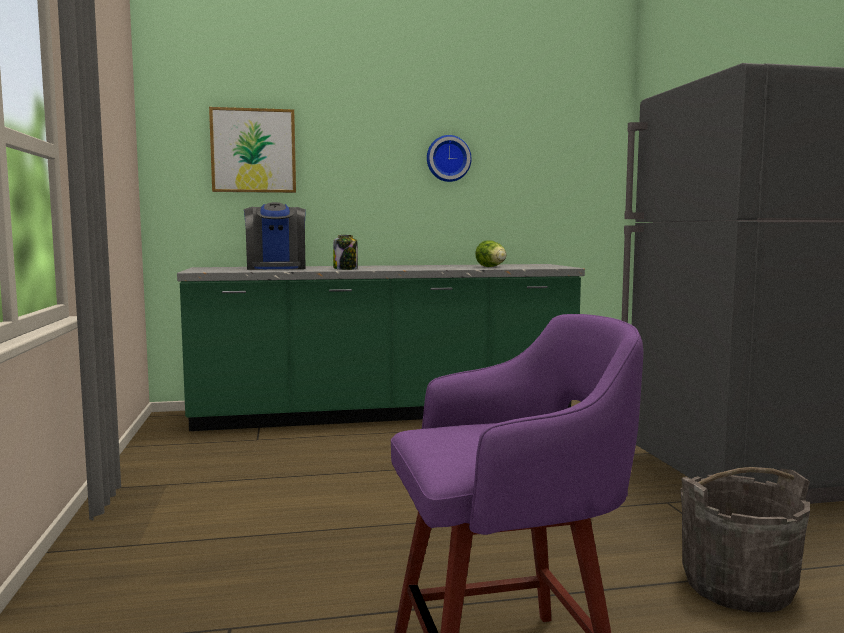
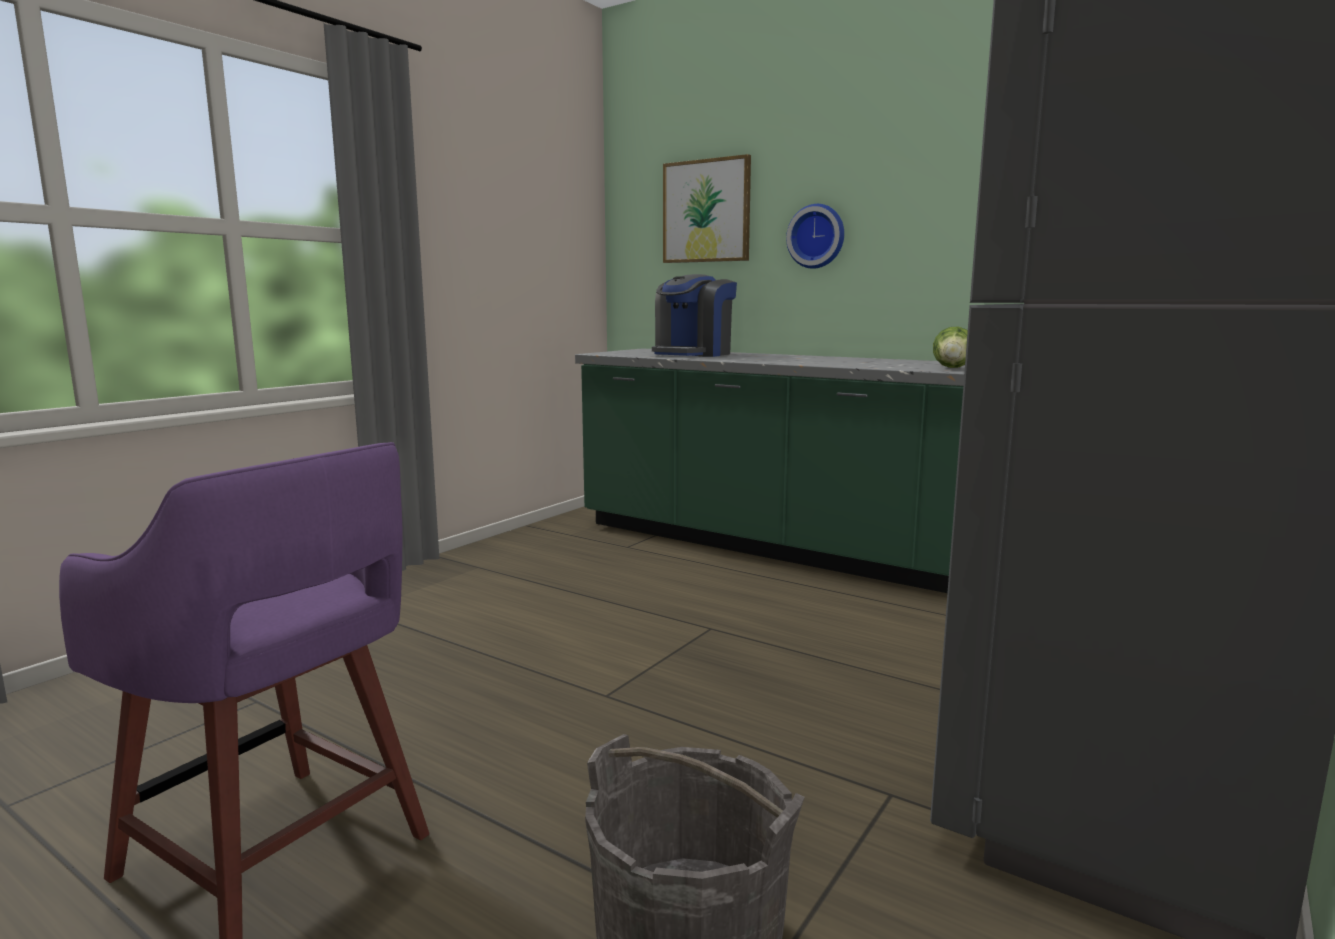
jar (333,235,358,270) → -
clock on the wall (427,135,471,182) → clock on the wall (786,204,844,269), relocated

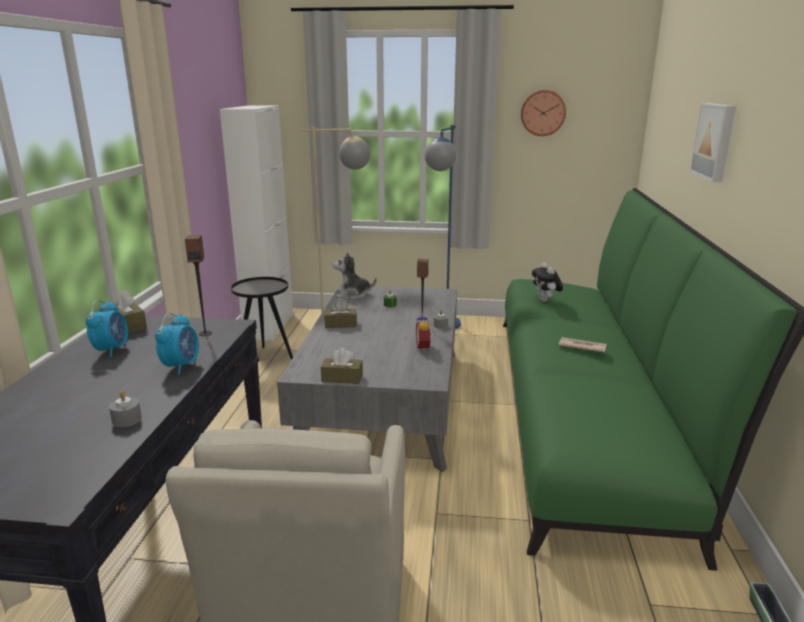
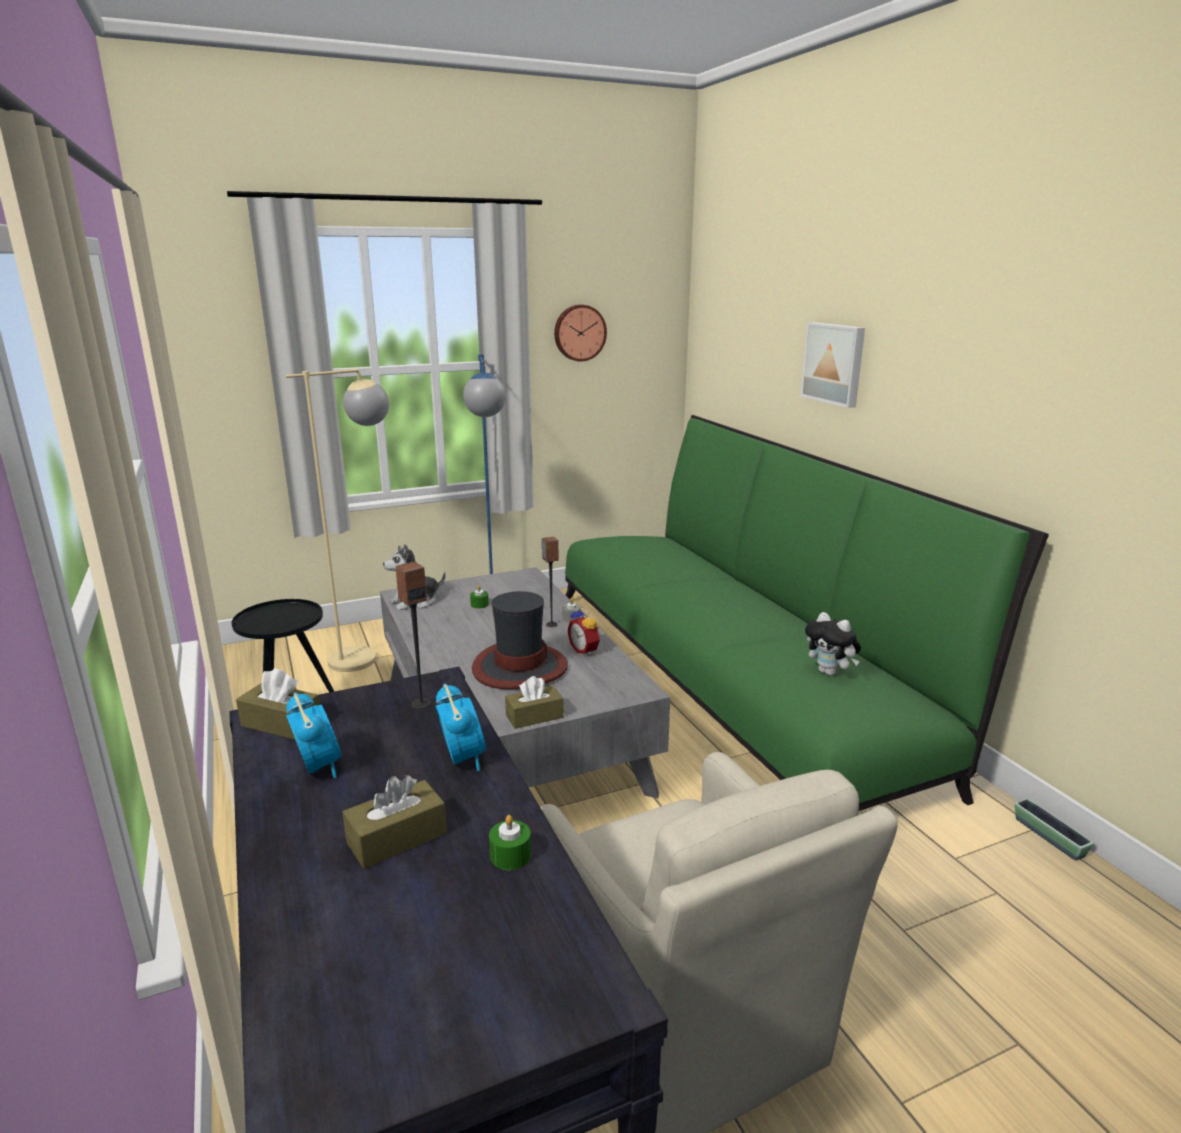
grey wax light (109,391,142,427) → greenish wax light (489,815,531,870)
white cabinet (220,105,293,340) → -
brownish box of tissues (324,300,357,328) → brownish box of tissues (343,775,447,869), relocated
soft toy (532,262,563,302) → soft toy (805,612,861,676), relocated
daily paper (559,337,607,353) → -
- → clothing hat (472,591,568,689)

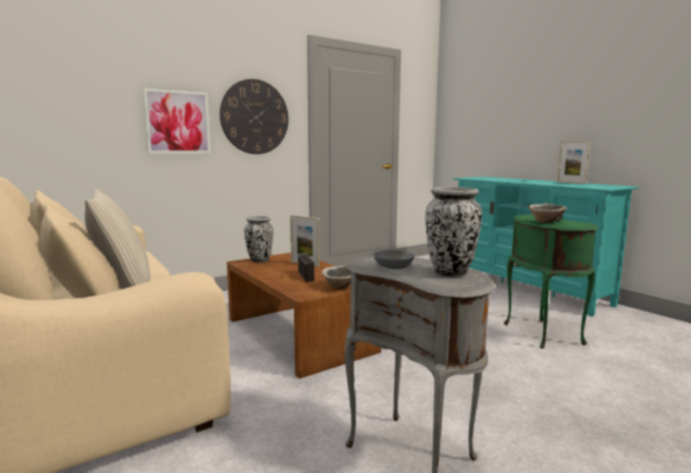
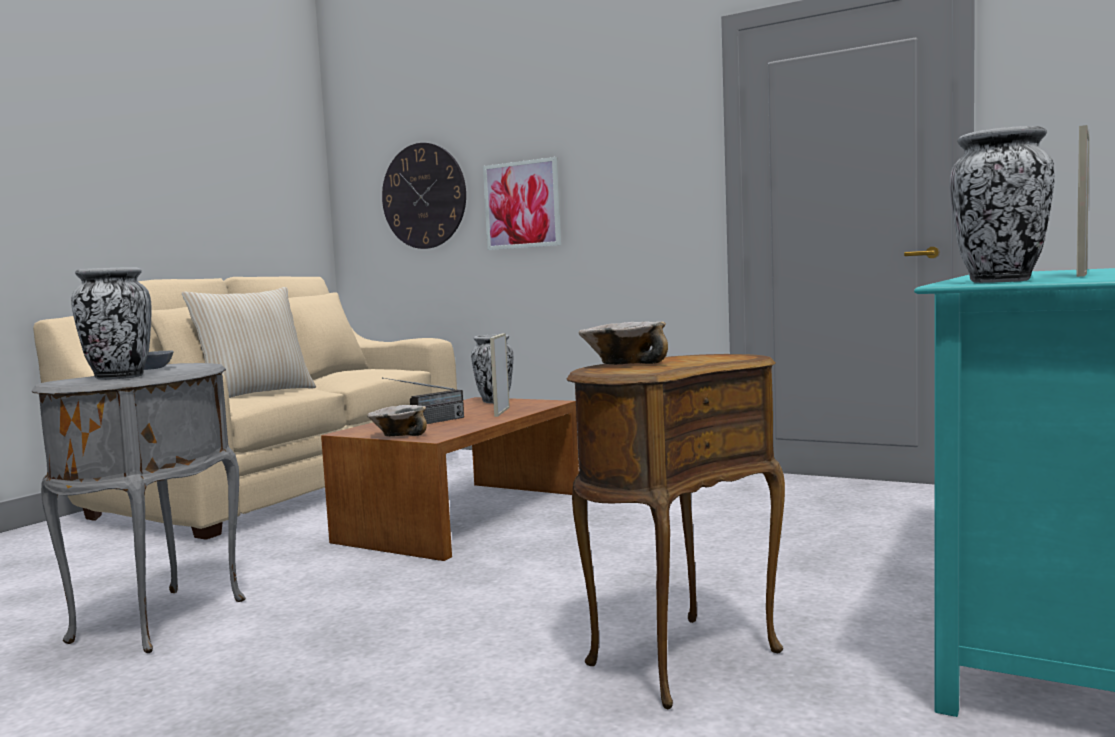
clock on the wall (220,79,289,154) → clock on the wall (382,143,466,249), relocated
greenish side table (504,214,598,349) → brownish side table (567,354,785,709)
- → decorative vase (949,126,1055,283)

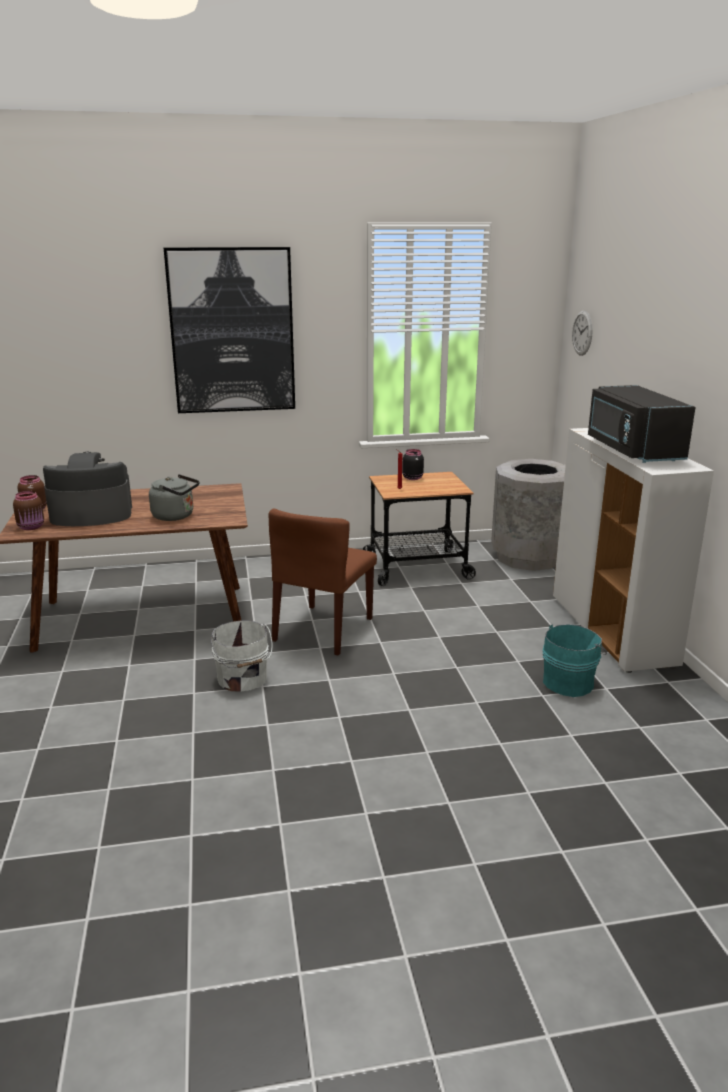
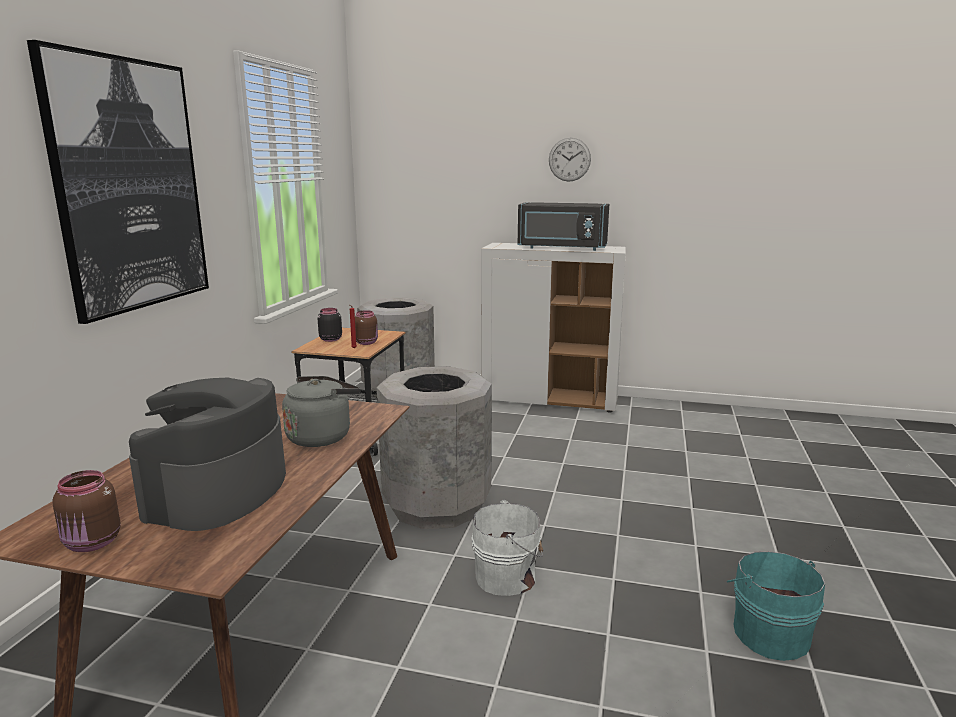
brownish jar (13,491,44,530) → brownish jar (355,310,378,345), relocated
brownish plain chair (269,509,377,656) → grey waste bin (377,366,492,529)
turquoise-coloured bucket (543,624,607,697) → turquoise-coloured bucket (727,551,825,661), relocated
clock on the wall (572,311,593,356) → clock on the wall (549,138,591,182), relocated

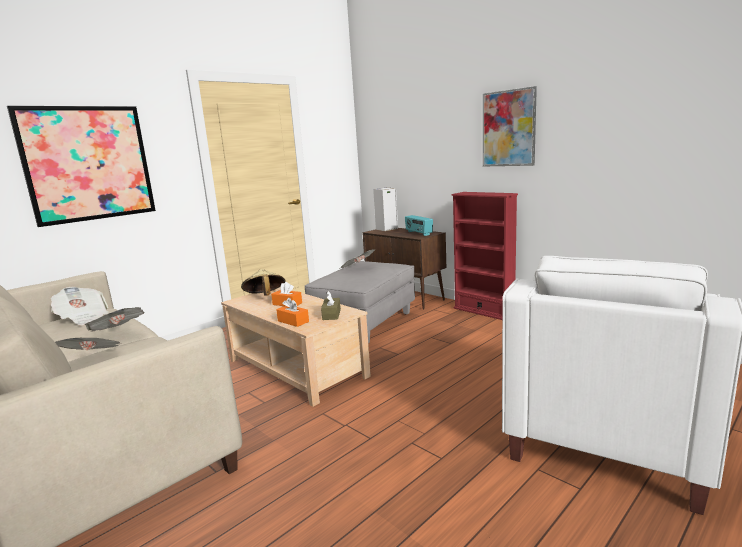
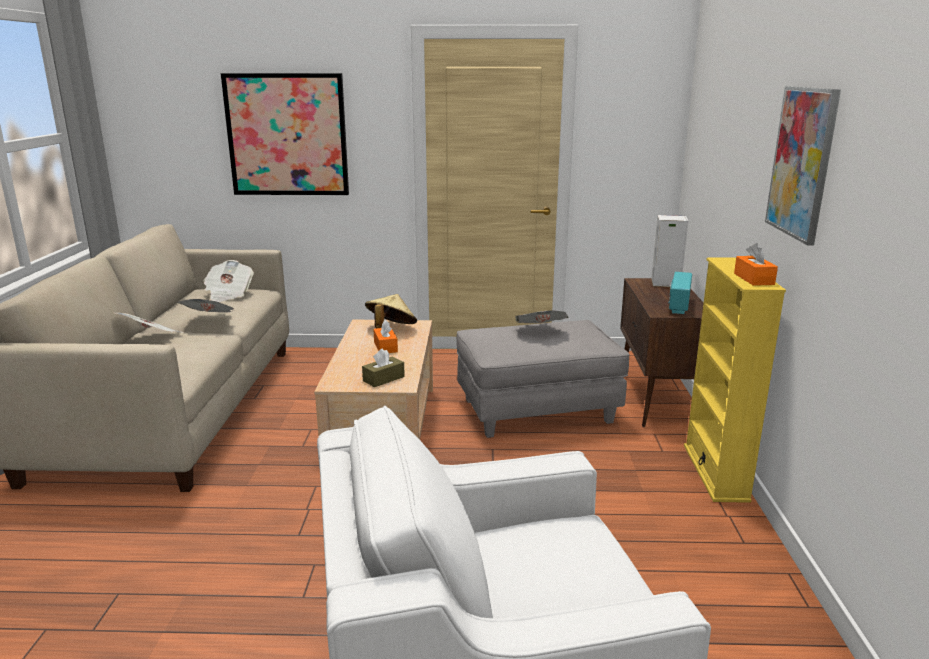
orange-coloured box of tissues (276,298,309,327) → orange-coloured box of tissues (734,243,778,286), relocated
reddish bookcase (451,192,518,320) → yellow-coloured bookcase (684,257,786,503)

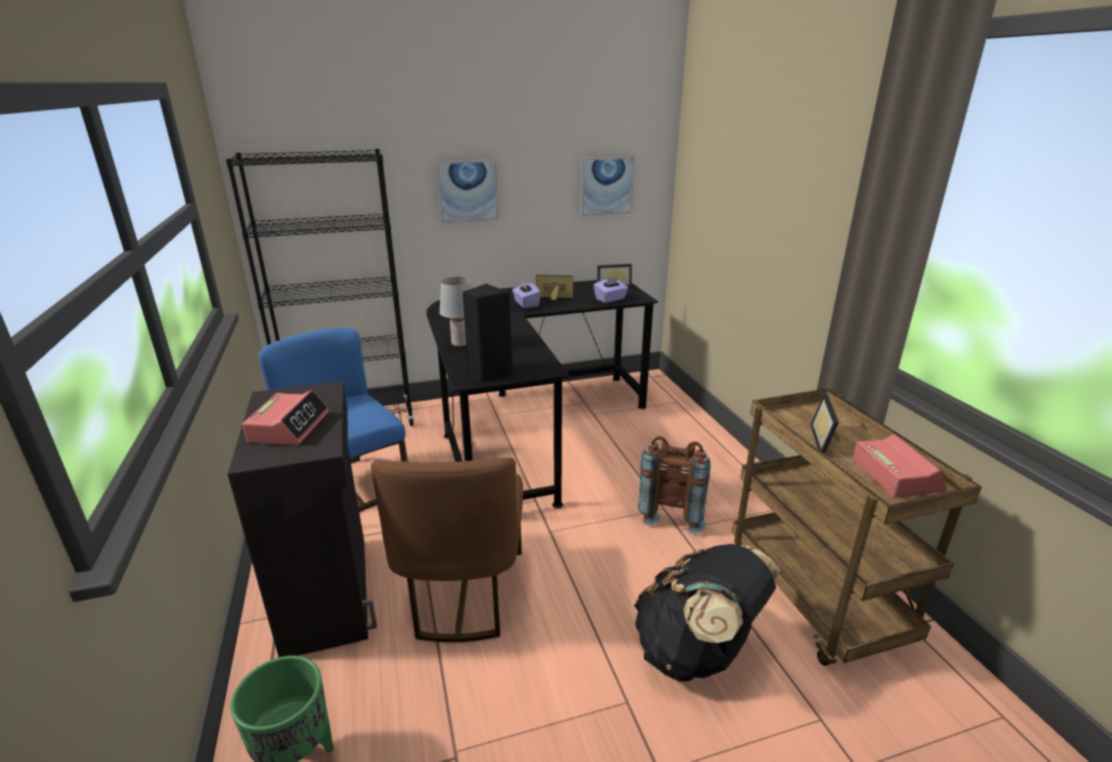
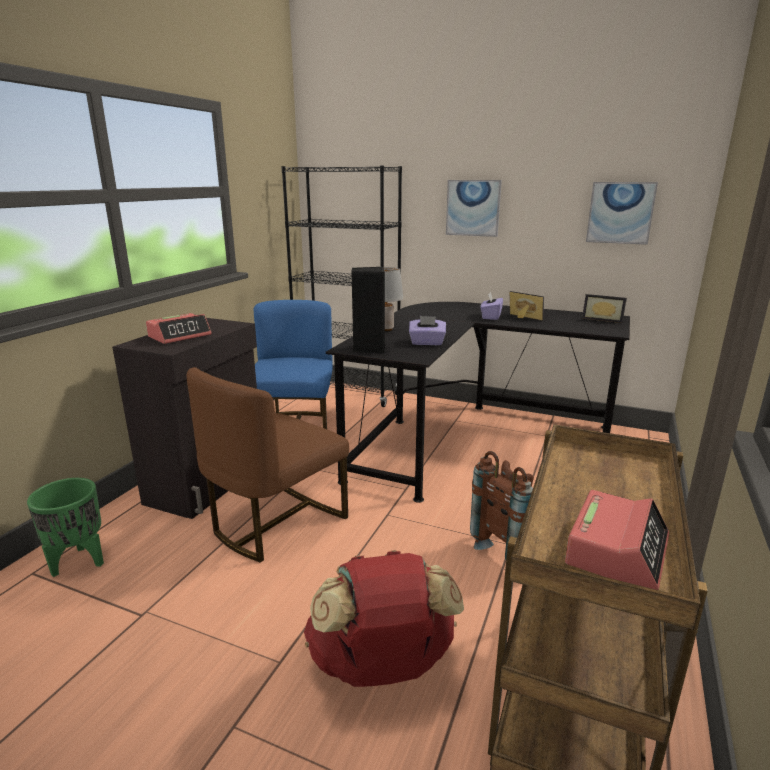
purple box of tissues (593,276,628,303) → purple box of tissues (409,316,446,345), relocated
blackish rucksack (634,544,781,682) → reddish rucksack (304,550,464,687)
standing frame (810,393,840,454) → -

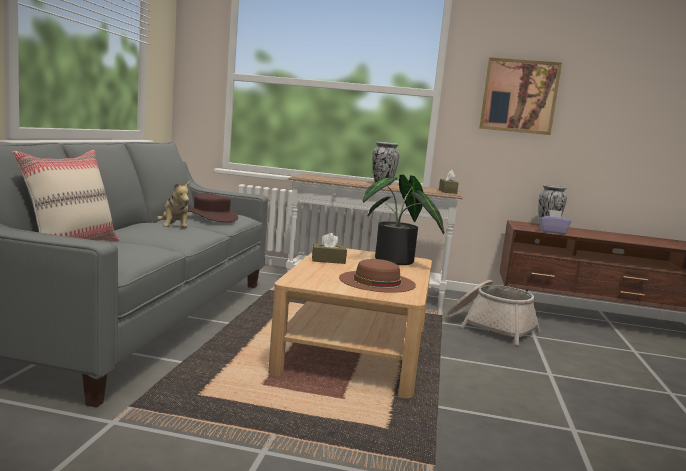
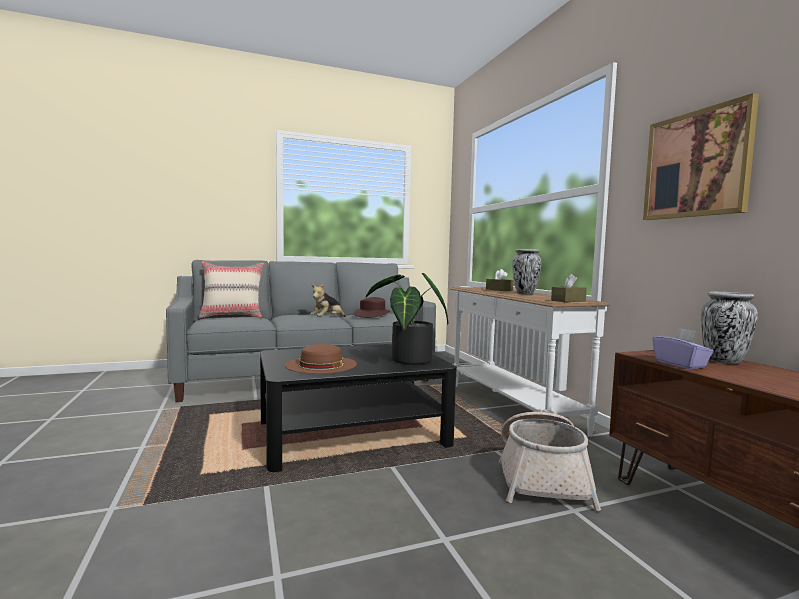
beige lounge table (268,248,432,398) → blackish lounge table (260,344,457,472)
brownish box of tissues (312,233,347,264) → brownish box of tissues (486,269,514,291), relocated

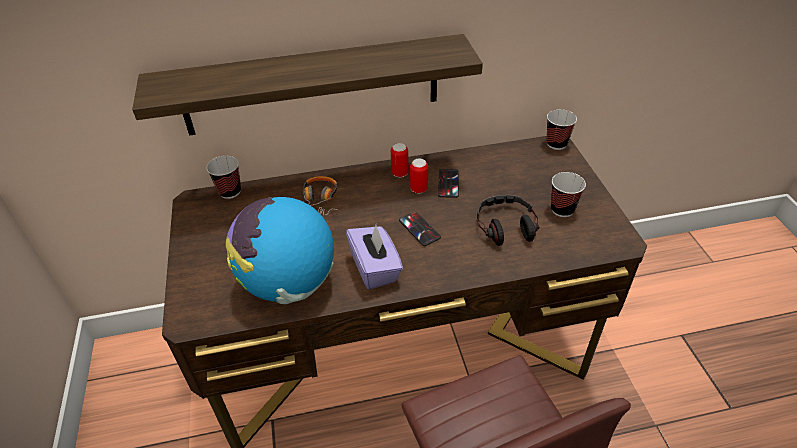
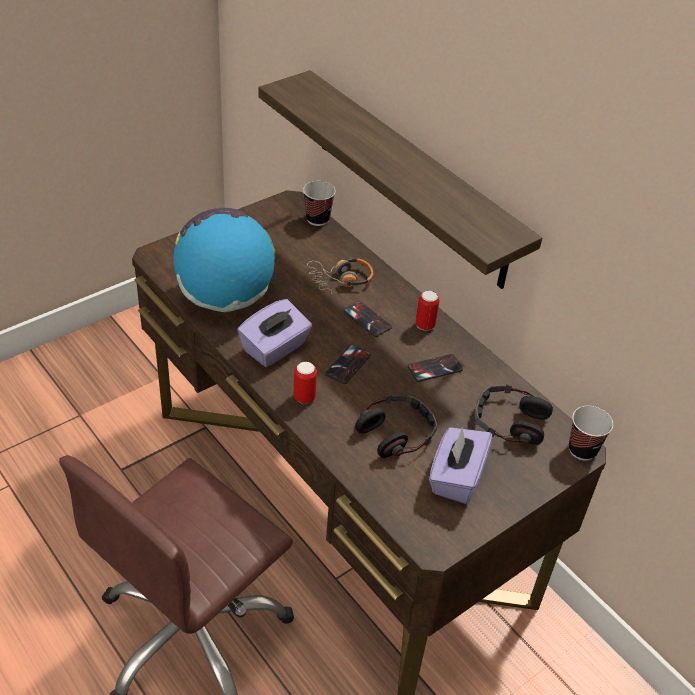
sealed can (410,159,428,193) → sealed can (293,362,317,404), relocated
small cup (551,172,586,217) → purple box of tissues (429,427,492,504)
- → telephone (344,301,392,337)
- → pair of headphones (474,384,553,445)

